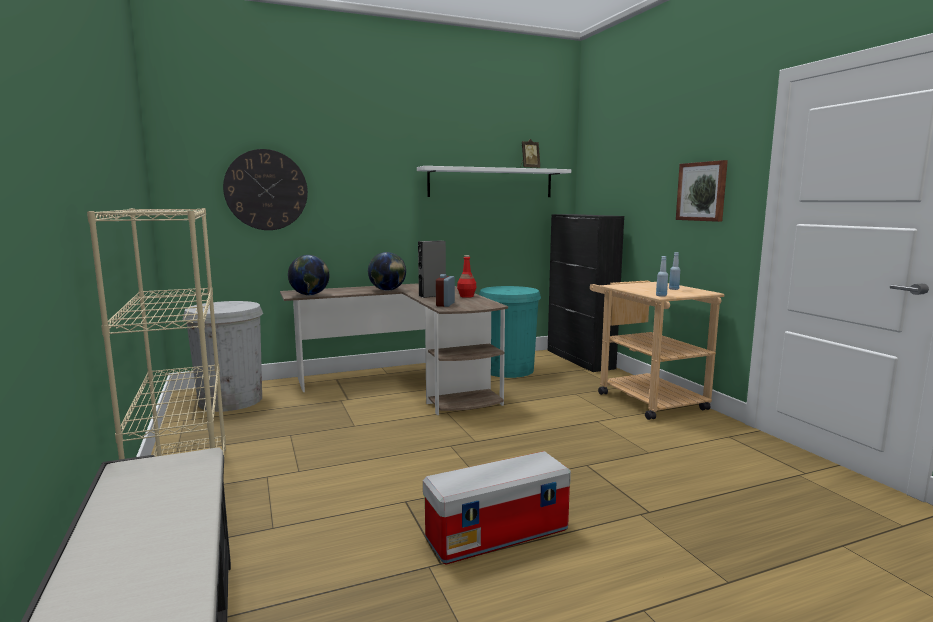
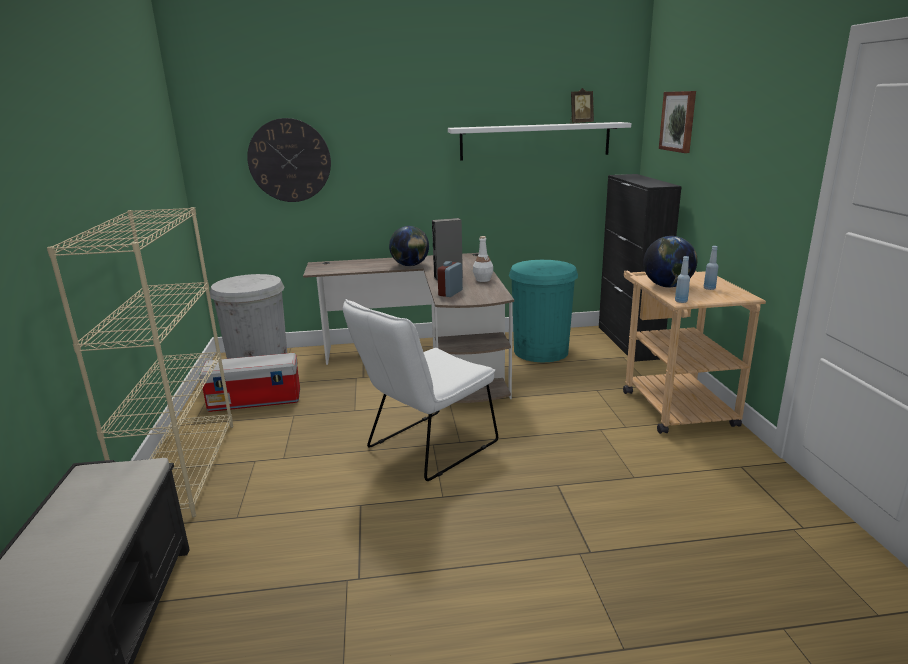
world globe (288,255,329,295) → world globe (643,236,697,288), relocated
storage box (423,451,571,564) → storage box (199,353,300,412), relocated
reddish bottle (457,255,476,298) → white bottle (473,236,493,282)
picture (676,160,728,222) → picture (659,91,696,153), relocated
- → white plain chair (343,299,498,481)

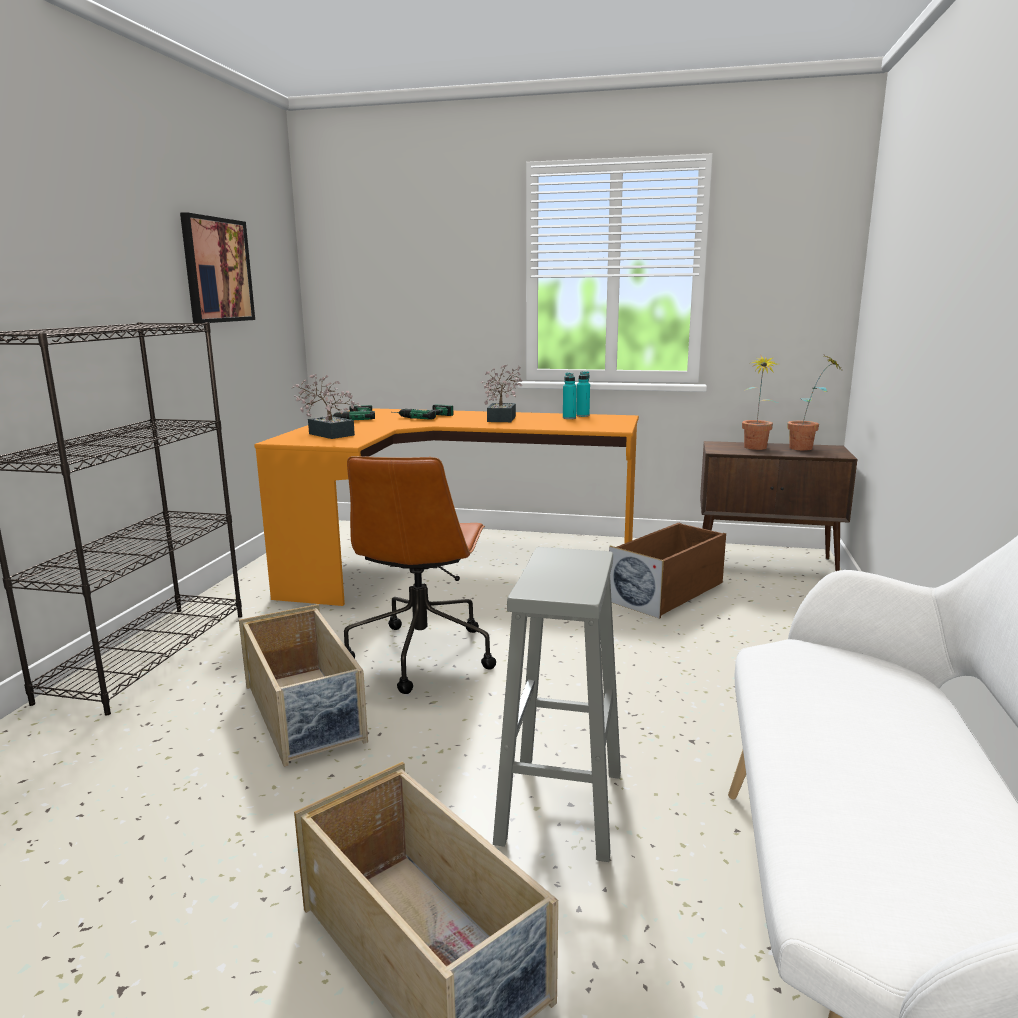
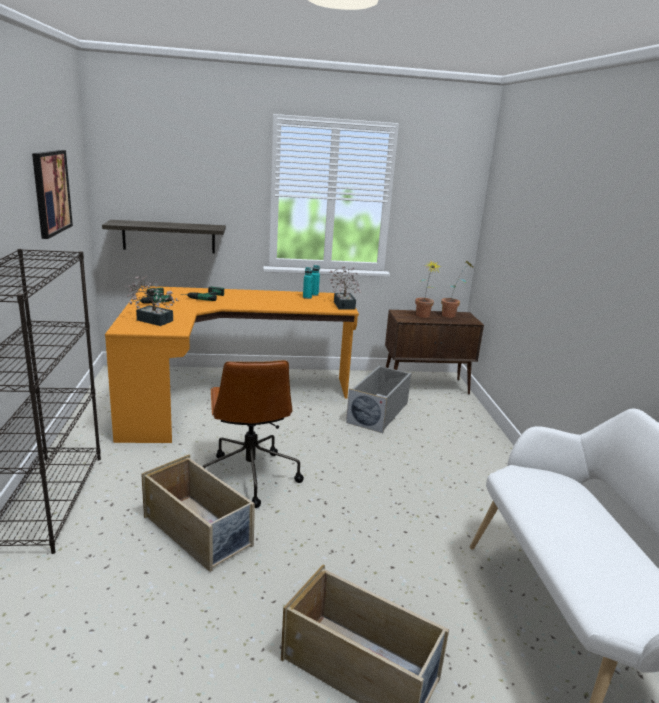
houseplant (481,364,522,422) → houseplant (328,266,361,310), relocated
grey stool (493,547,621,862) → -
brownish storage box (609,522,726,619) → grey storage box (346,365,411,433)
- → shelf (102,220,226,254)

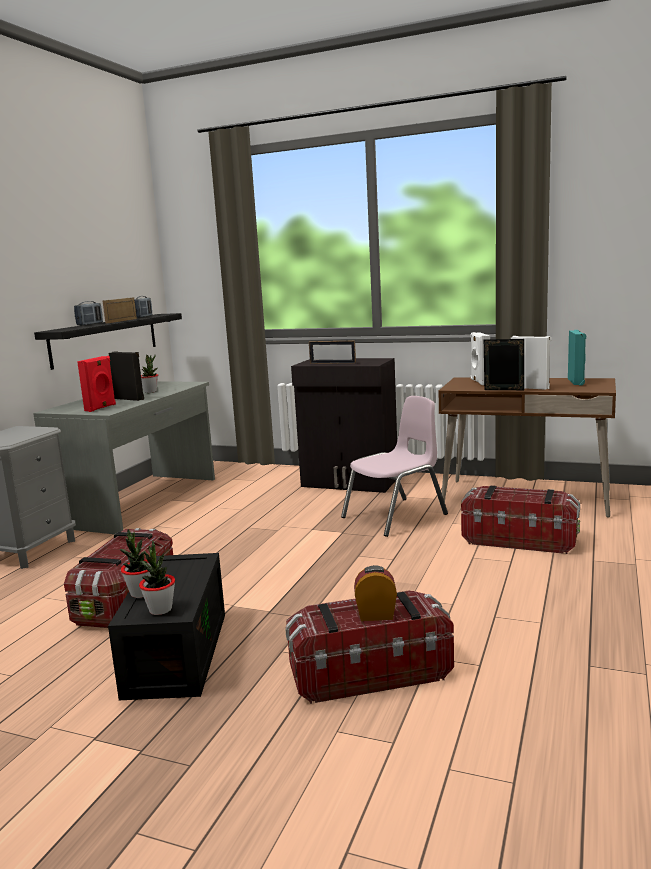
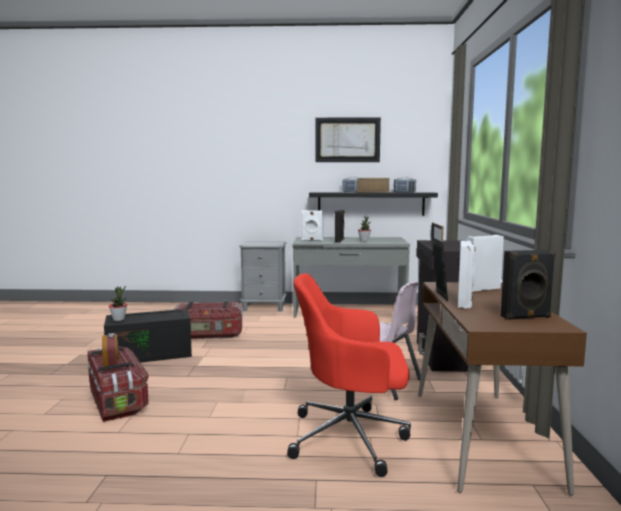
reddish audio speaker (77,356,116,412) → white audio speaker (301,210,323,241)
houseplant (119,529,151,598) → -
storage box (461,485,580,554) → reddish desk chair (287,273,411,477)
turquoise-coloured audio speaker (568,330,586,385) → blackish audio speaker (501,250,556,320)
- → picture (316,117,381,162)

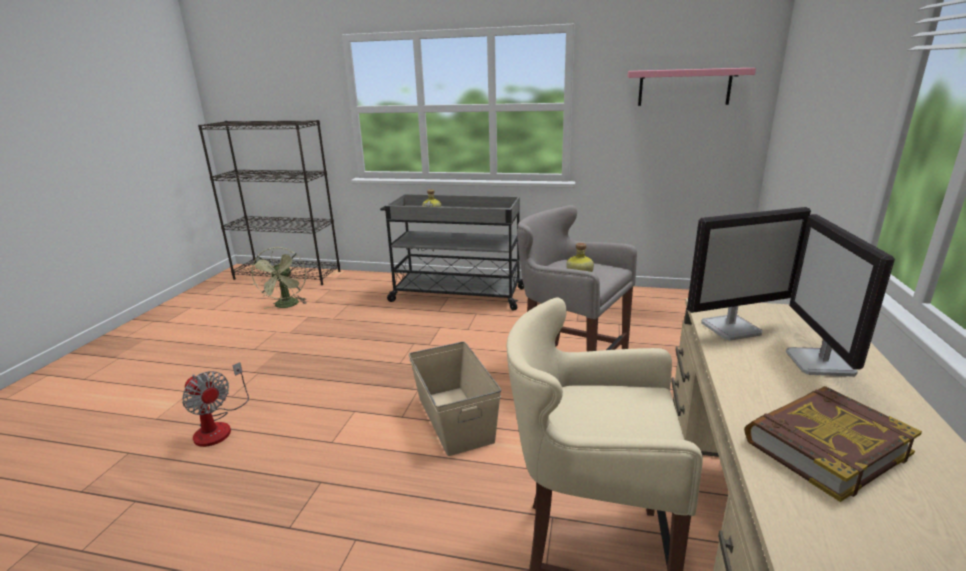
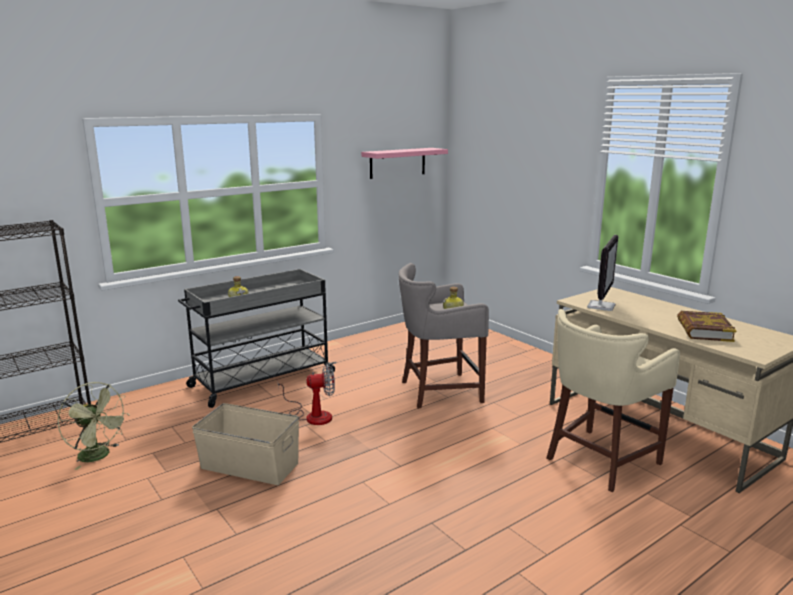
cooling fan (182,362,249,447) → cooling fan (278,364,335,425), relocated
beige storage box (408,342,501,456) → beige storage box (192,403,299,485), relocated
computer display (786,214,895,377) → -

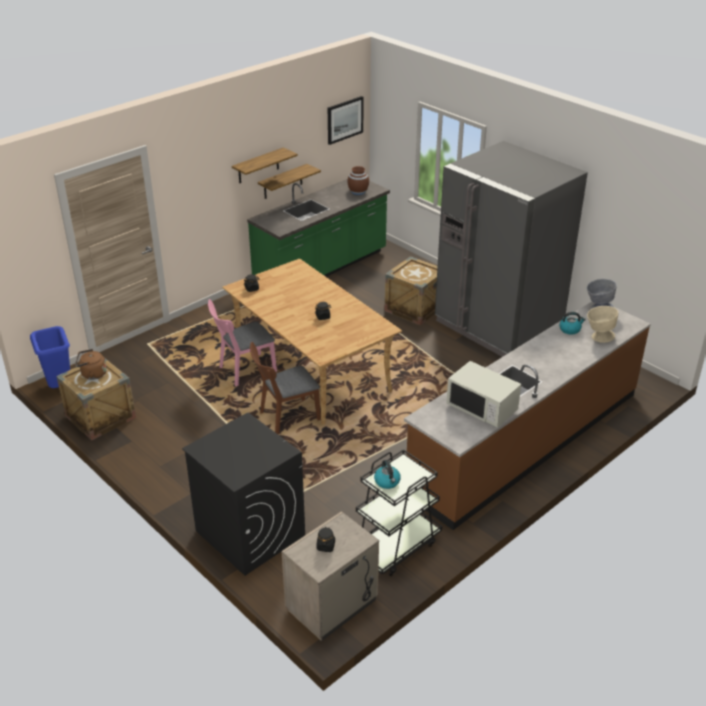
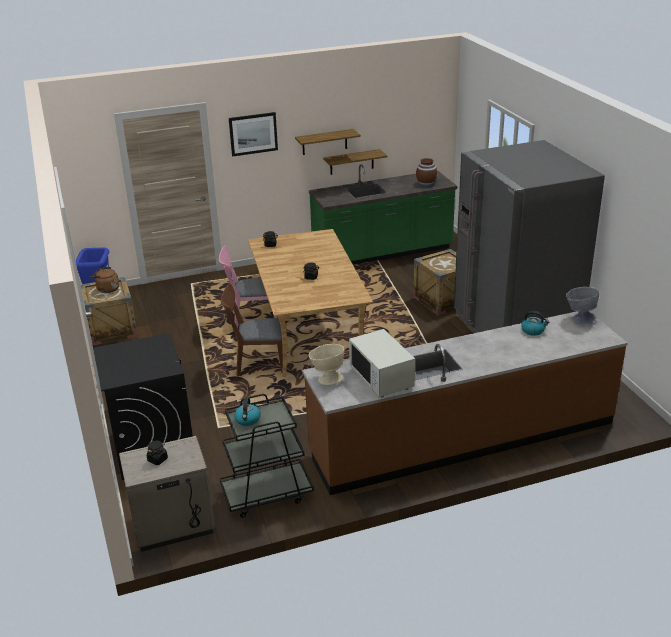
picture (328,96,364,145) → picture (229,112,278,156), relocated
beige deep dish (587,306,618,343) → beige deep dish (308,344,344,385), relocated

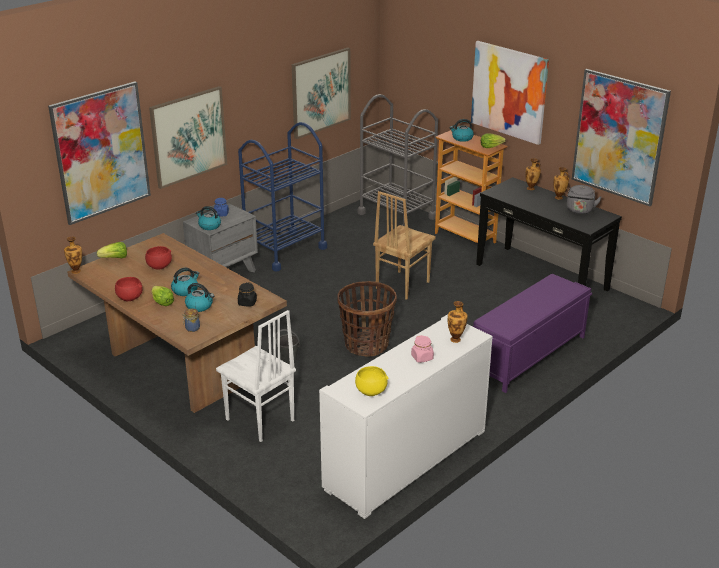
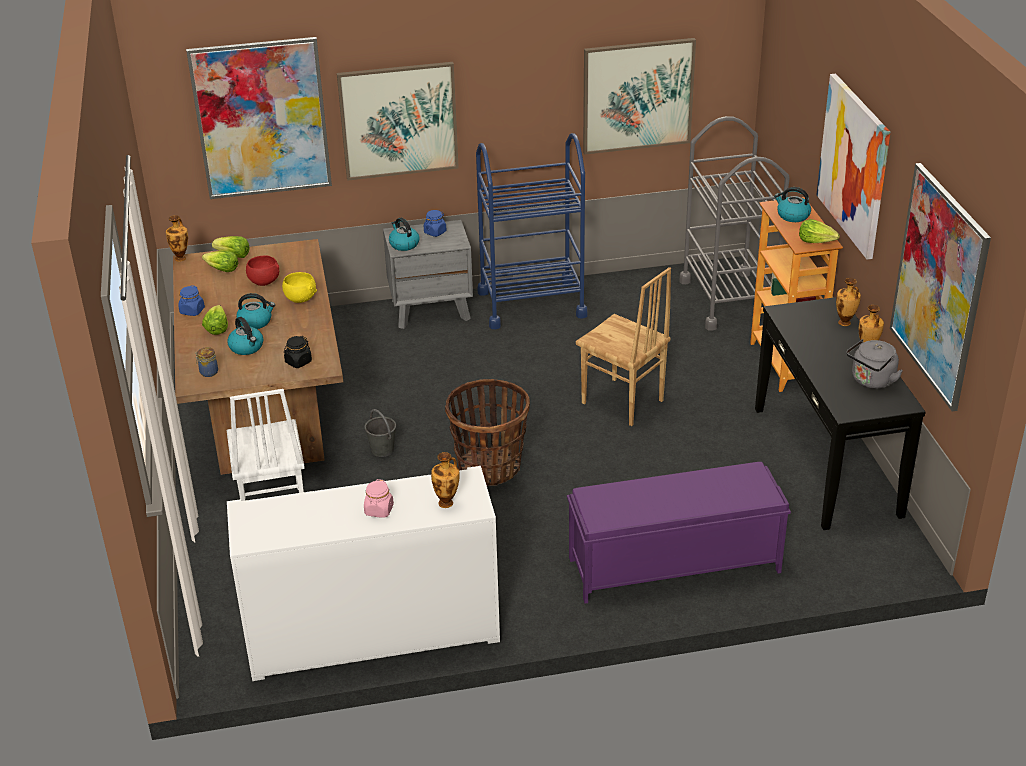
reddish deep dish (115,277,142,301) → blue jar (178,285,205,316)
yellow-coloured deep dish (355,366,389,396) → yellow-coloured deep dish (282,272,317,303), relocated
brownish plain chair (373,191,436,300) → brownish plain chair (576,267,671,426), 120 degrees counterclockwise
- → lettuce head (202,251,238,272)

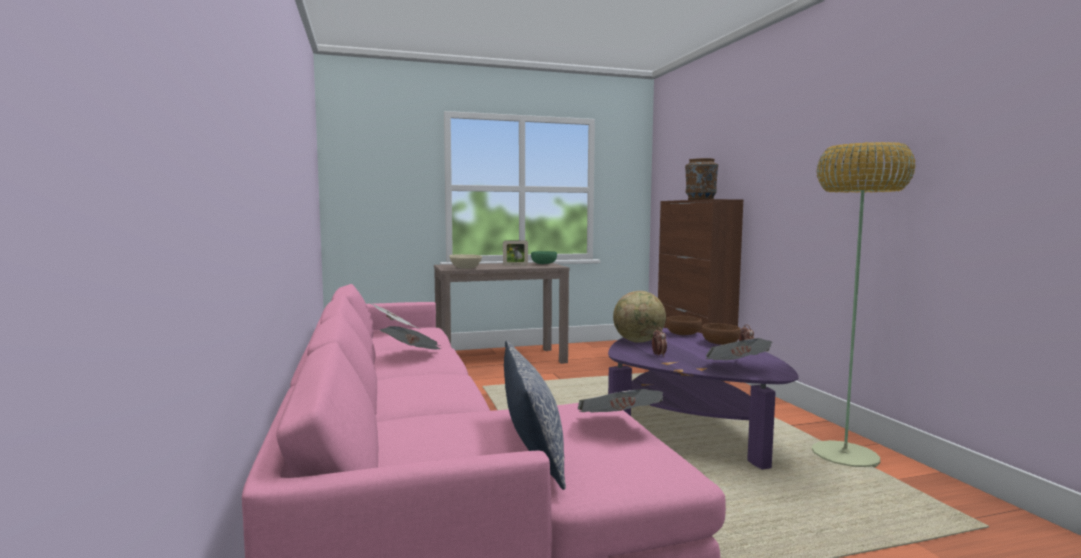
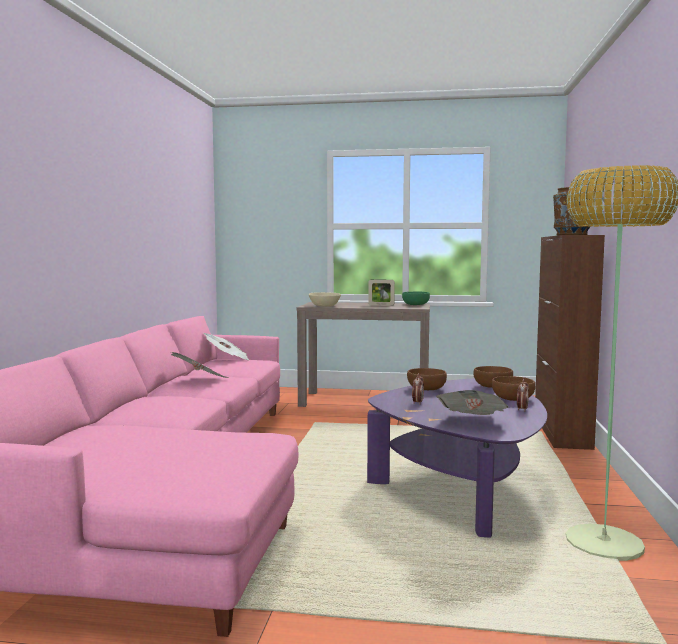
cushion (504,340,566,490) → -
daily paper (578,389,663,412) → -
world globe (613,291,666,343) → brownish deep dish (407,368,447,390)

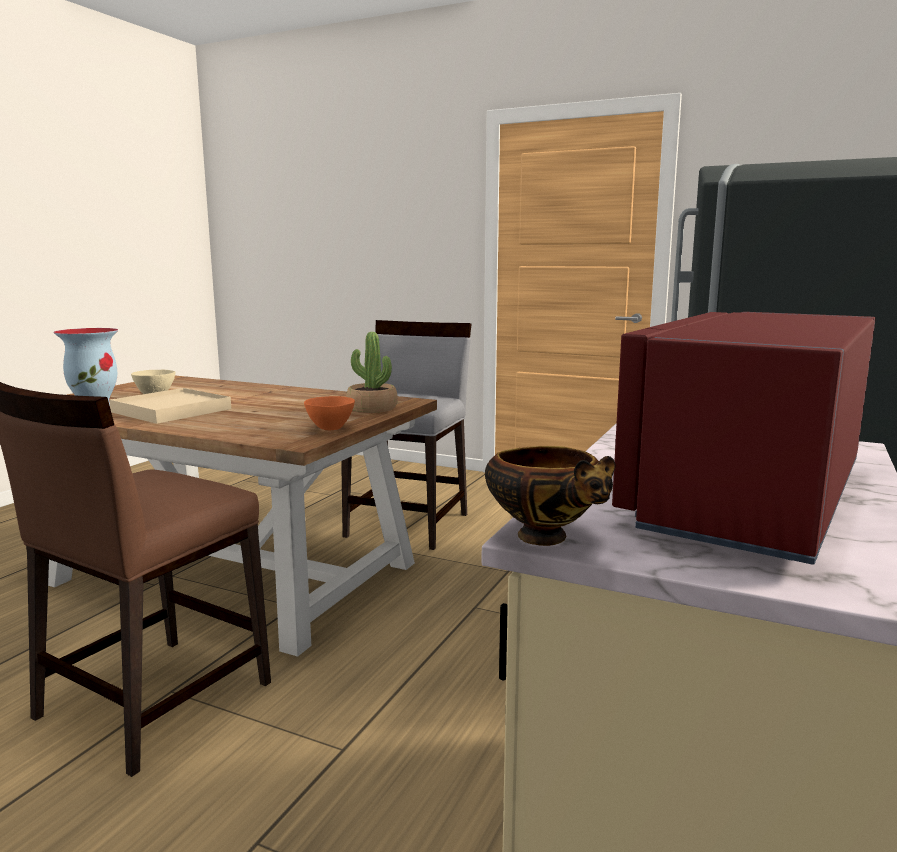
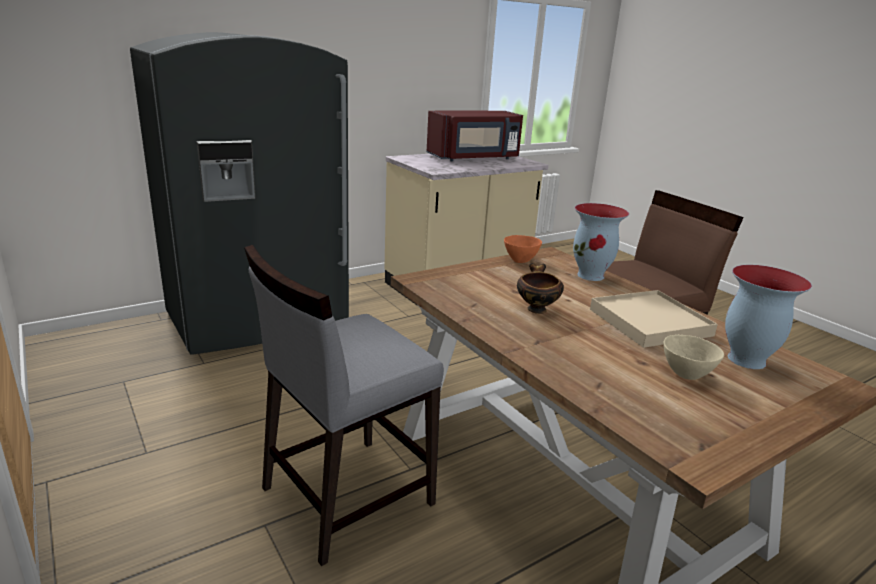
houseplant (346,332,398,413) → -
deep dish (485,446,616,546) → deep dish (517,263,564,314), relocated
- → decorative vase (573,203,629,281)

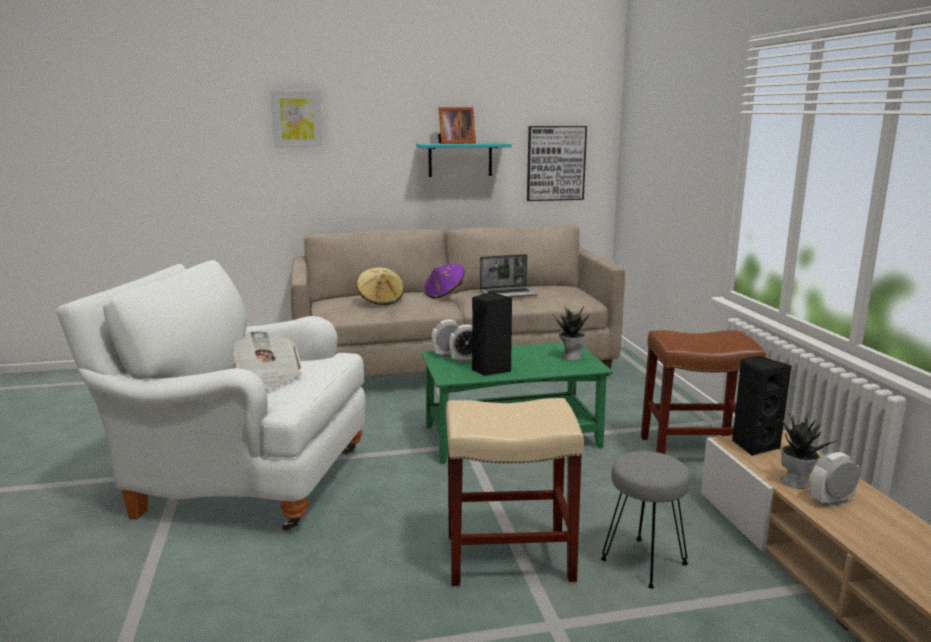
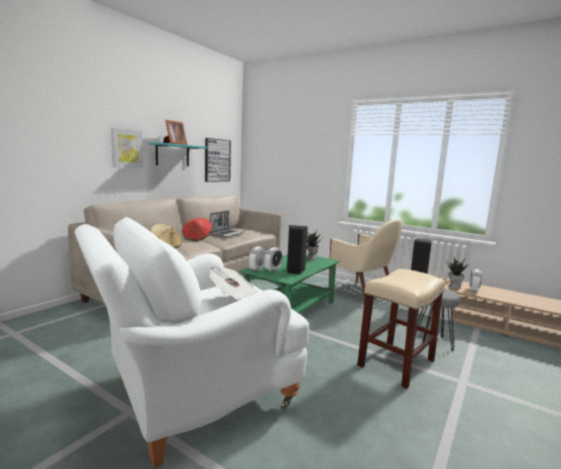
picture (271,90,323,148) → picture (111,128,143,168), relocated
purple clothing hat (424,264,465,298) → reddish clothing hat (182,218,212,241)
brownish stool (641,330,766,454) → beige armchair (329,219,402,299)

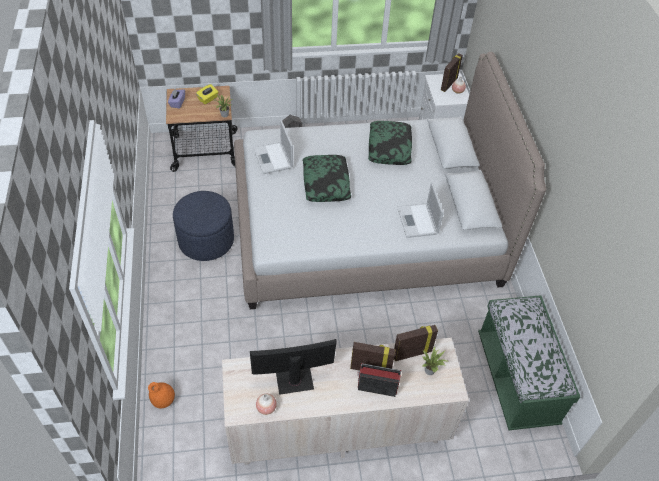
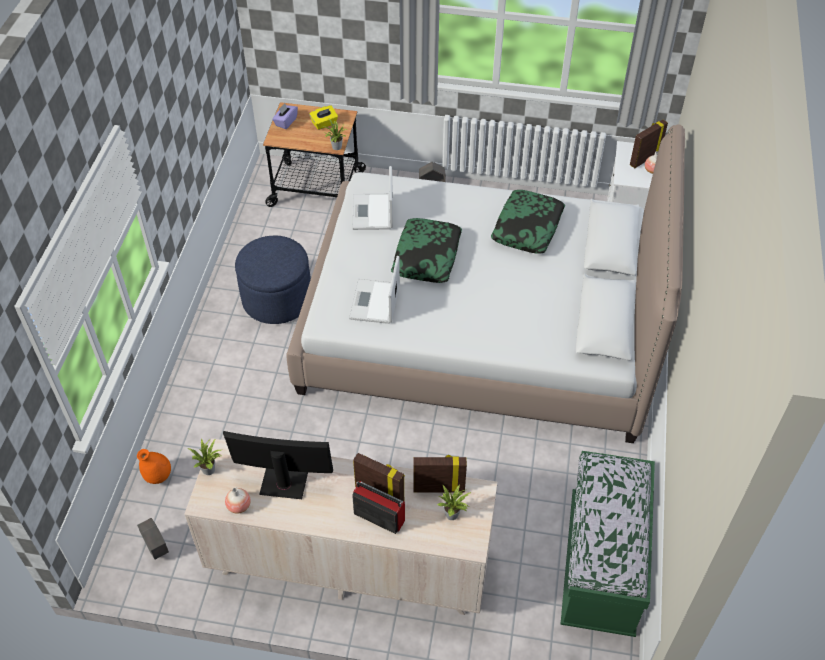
laptop (397,182,444,238) → laptop (349,256,400,324), relocated
- → grey plant pot (137,518,169,559)
- → houseplant (188,438,221,475)

